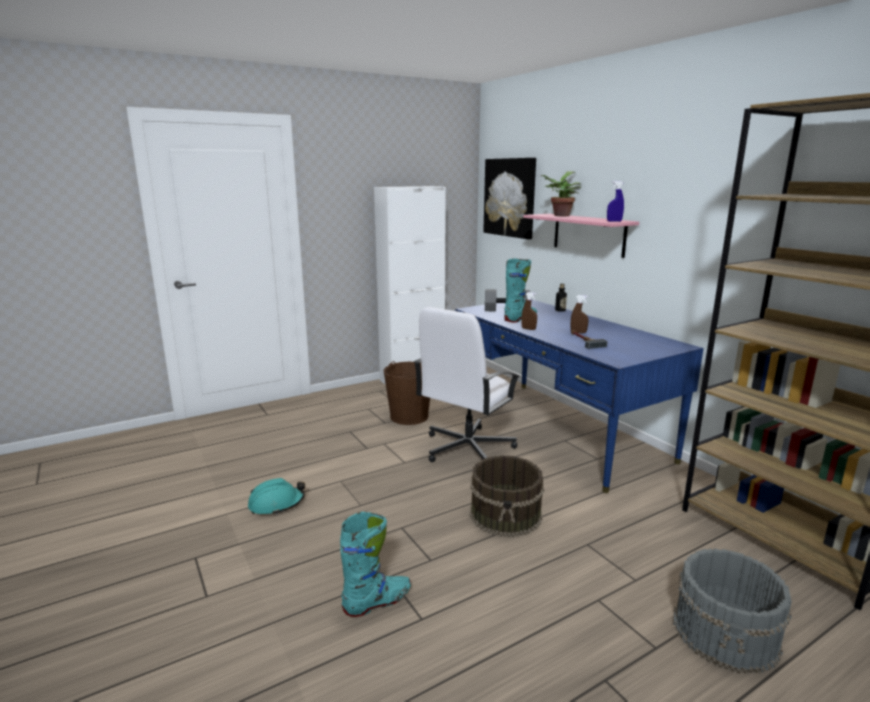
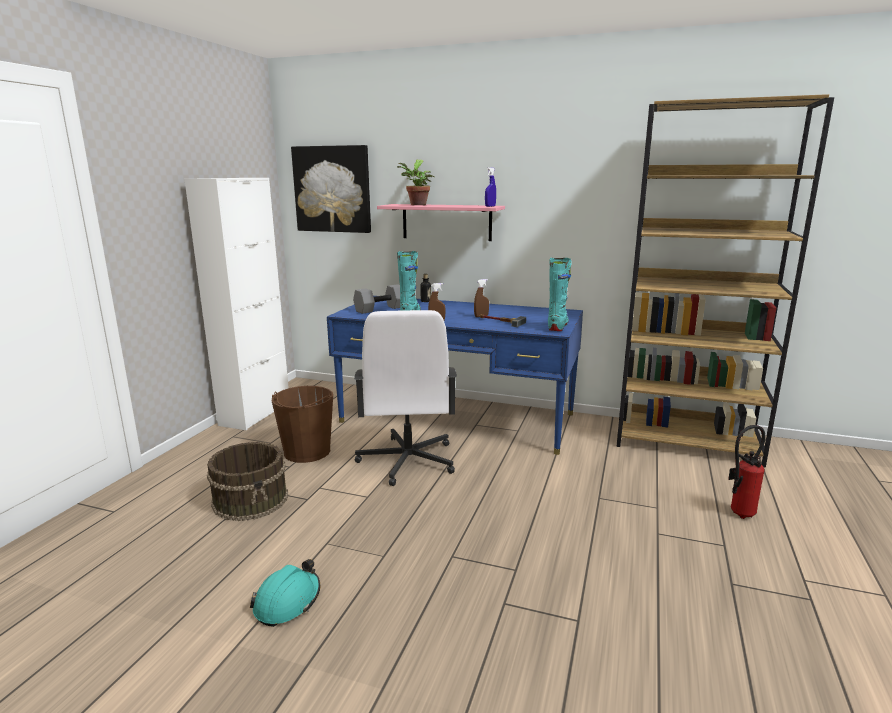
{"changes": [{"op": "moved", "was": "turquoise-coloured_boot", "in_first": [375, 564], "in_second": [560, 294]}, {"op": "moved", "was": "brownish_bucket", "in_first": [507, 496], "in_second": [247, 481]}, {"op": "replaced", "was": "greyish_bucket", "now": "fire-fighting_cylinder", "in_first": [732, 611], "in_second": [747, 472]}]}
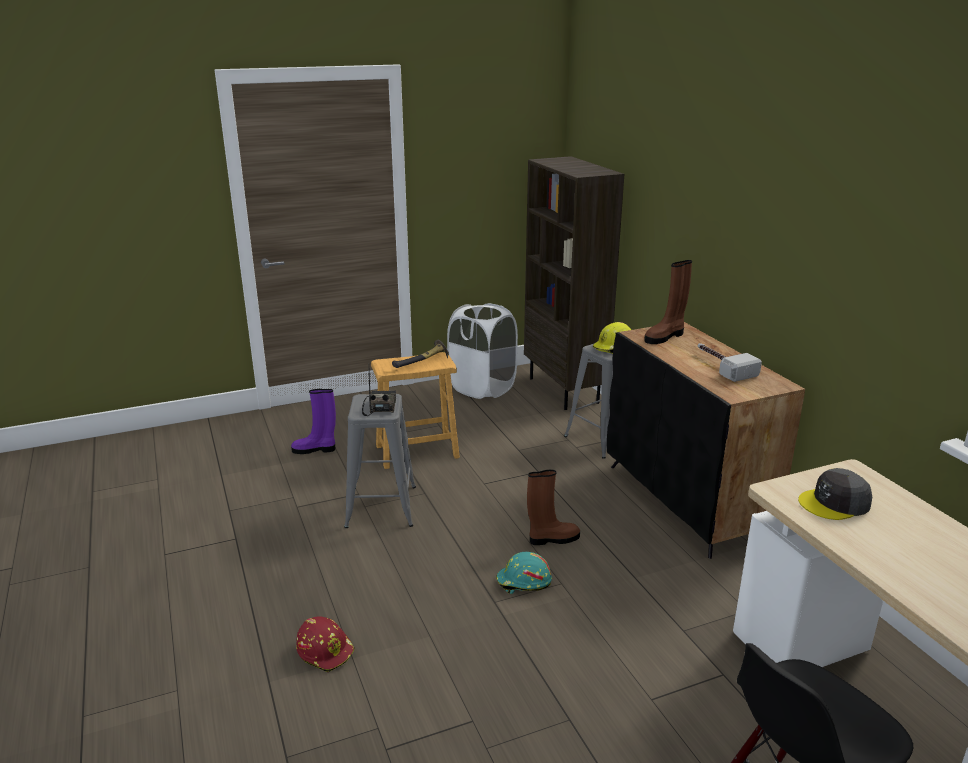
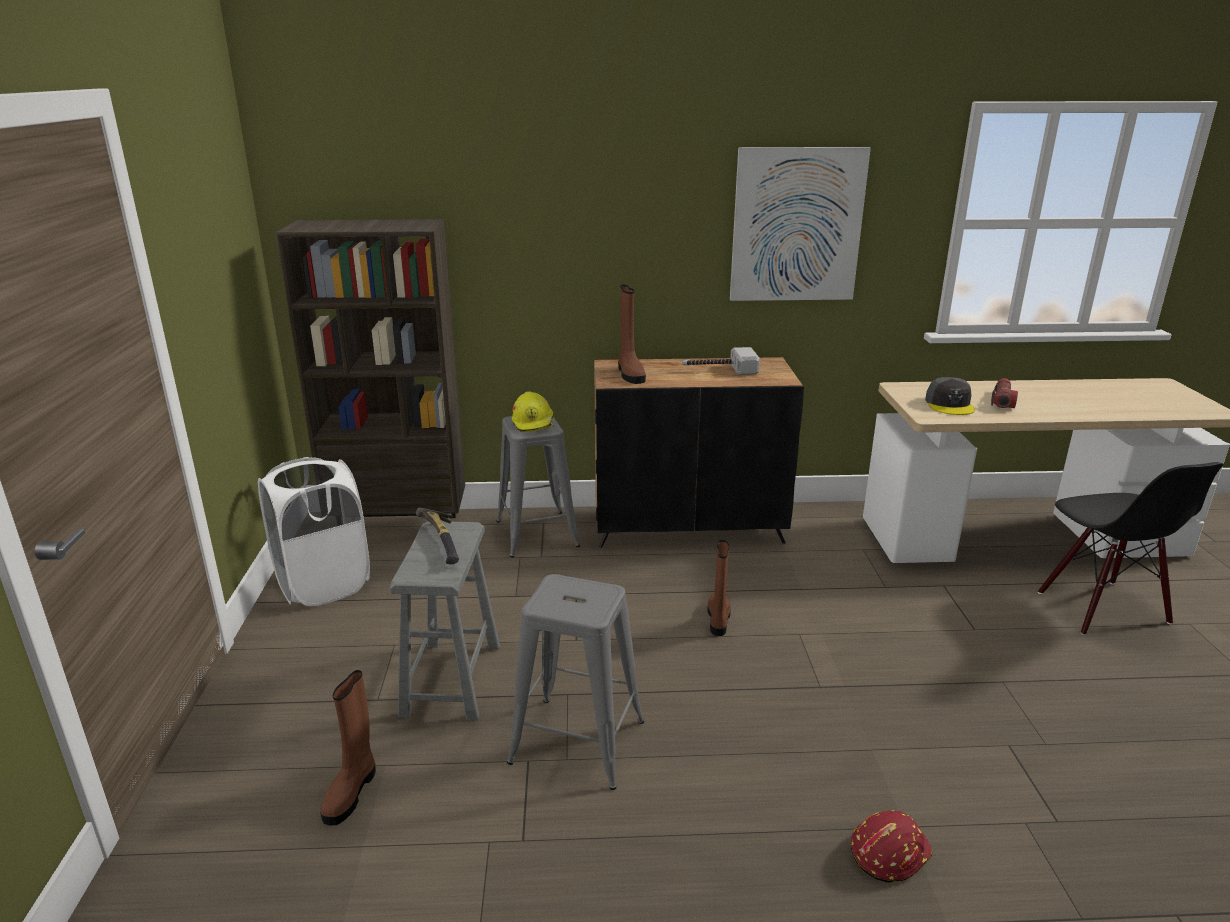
{"changes": [{"op": "recoloured", "was": "purple-coloured_boot", "now": "brownish_boot", "in_first": [313, 421], "in_second": [348, 748]}, {"op": "removed", "was": "radio_set", "in_first": [379, 393]}, {"op": "recoloured", "was": "brownish_stool_seat", "now": "greyish_stool_seat", "in_first": [415, 410], "in_second": [445, 621]}, {"op": "removed", "was": "turquoise-coloured_hard_hat", "in_first": [524, 573]}, {"op": "added", "now": "picture", "in_second": [800, 224]}, {"op": "added", "now": "hand_torch", "in_second": [1004, 393]}]}
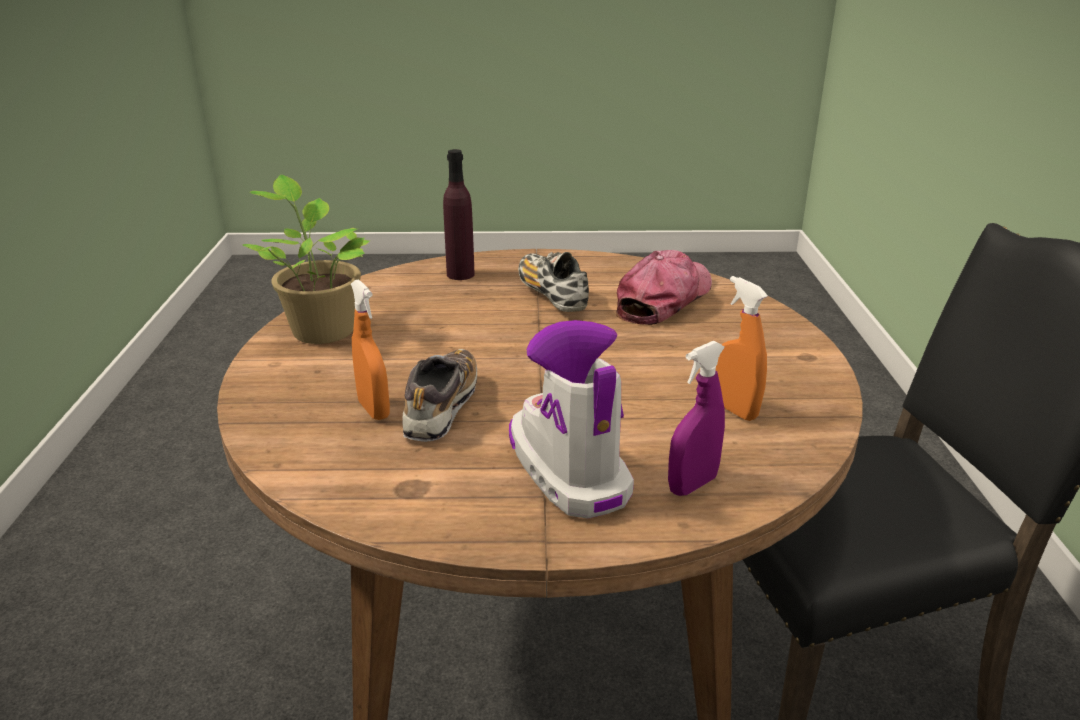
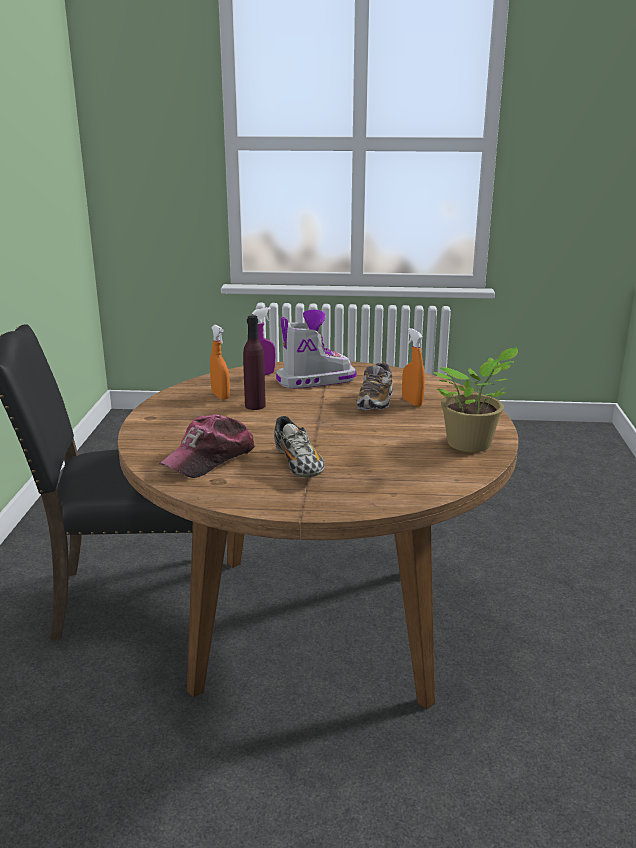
{"changes": [{"op": "moved", "was": "purple-coloured_beverage_bottle", "in_first": [459, 214], "in_second": [254, 362]}, {"op": "turned", "was": "boot", "in_first": [571, 419], "in_second": [316, 349], "clockwise": -90}]}
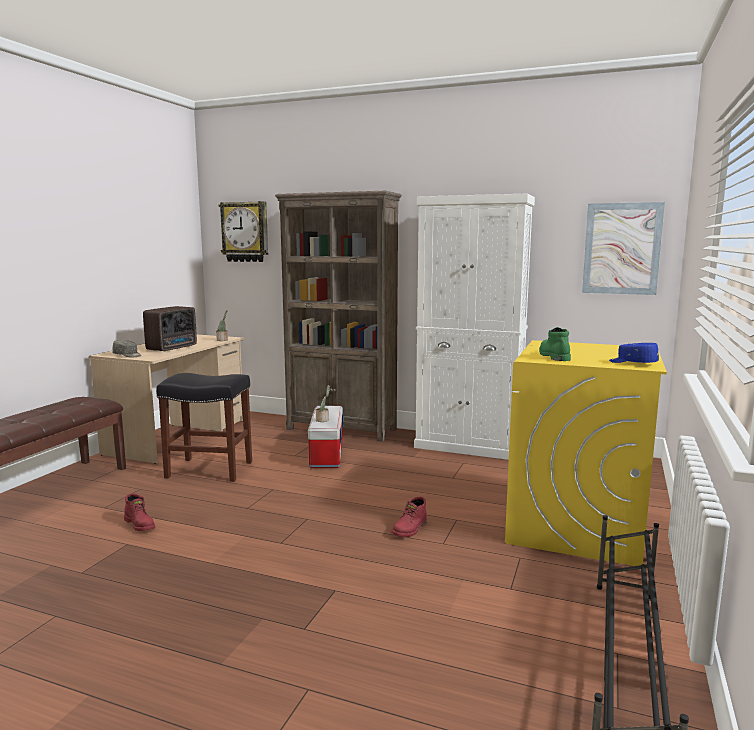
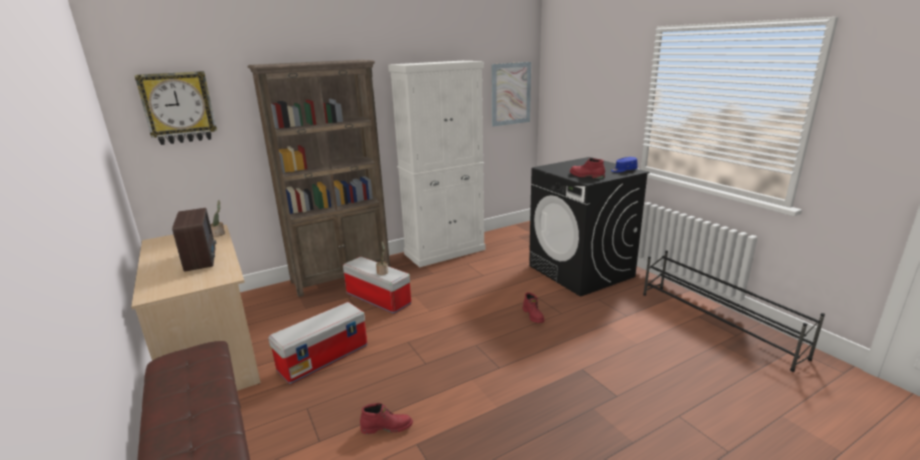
{"changes": [{"op": "removed", "was": "greyish_peaked_cap", "in_first": [127, 348]}, {"op": "replaced", "was": "blackish_stool_seat", "now": "storage_container", "in_first": [204, 427], "in_second": [317, 343]}, {"op": "recoloured", "was": "yellow-coloured_laundry_appliance", "now": "blackish_laundry_appliance", "in_first": [586, 453], "in_second": [589, 227]}, {"op": "recoloured", "was": "green-coloured_boot", "now": "red_boot", "in_first": [555, 344], "in_second": [587, 168]}]}
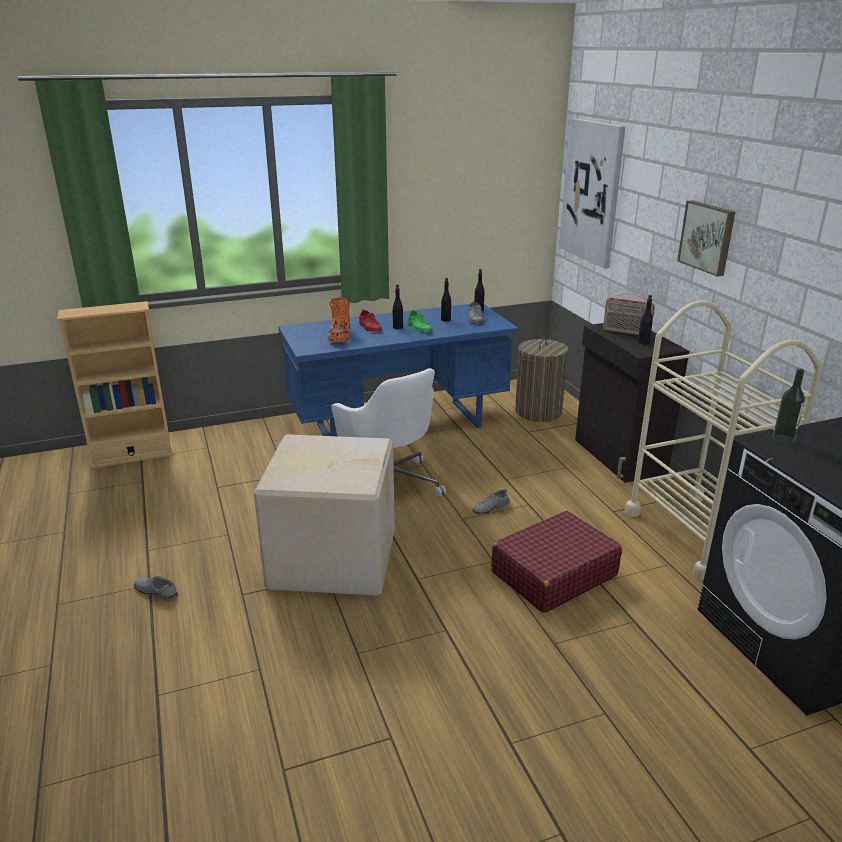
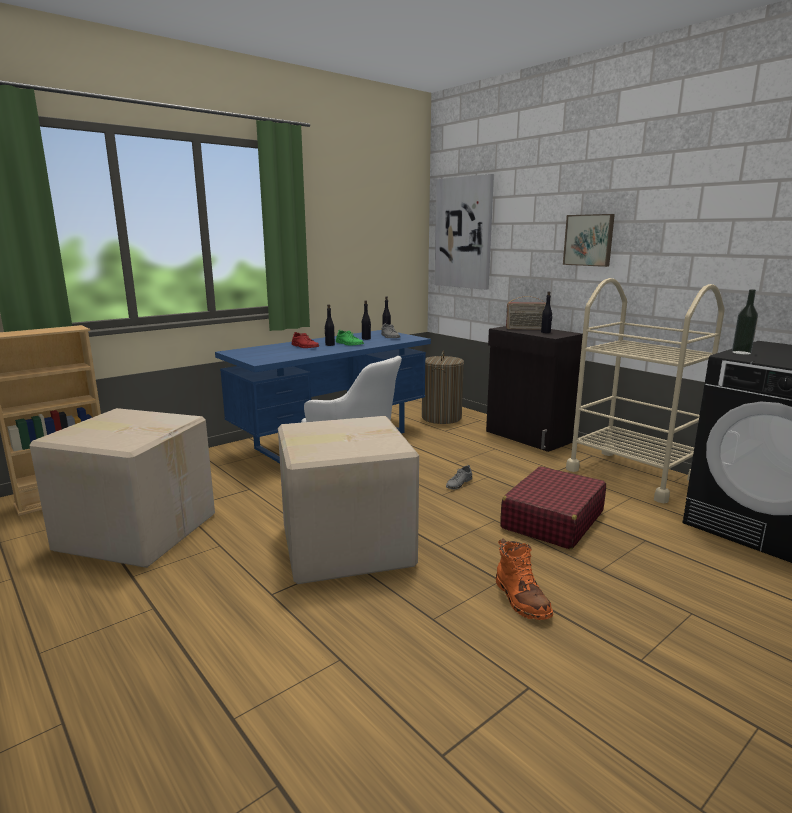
{"changes": [{"op": "removed", "was": "greyish_low_shoe", "in_first": [156, 588]}, {"op": "moved", "was": "orangey_boot", "in_first": [339, 319], "in_second": [524, 579]}, {"op": "added", "now": "carton", "in_second": [122, 488]}]}
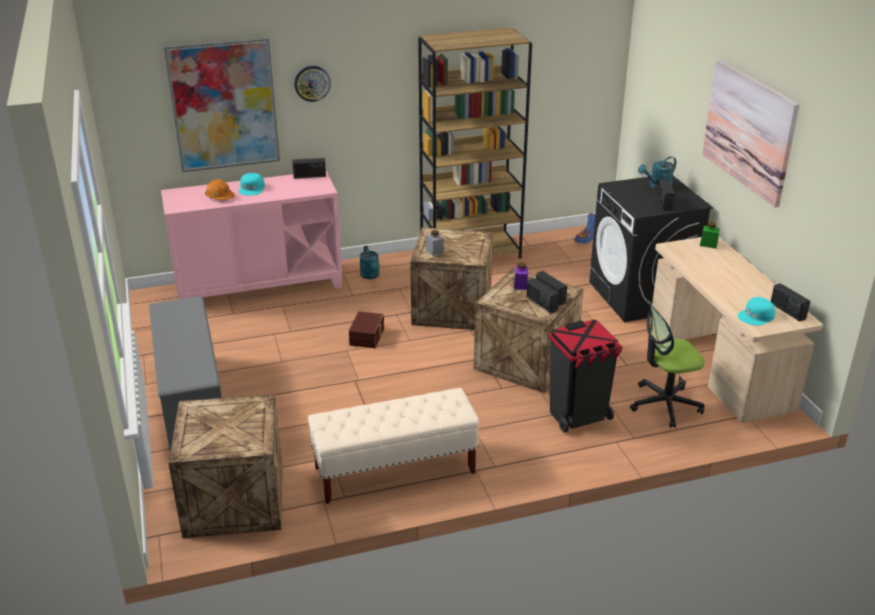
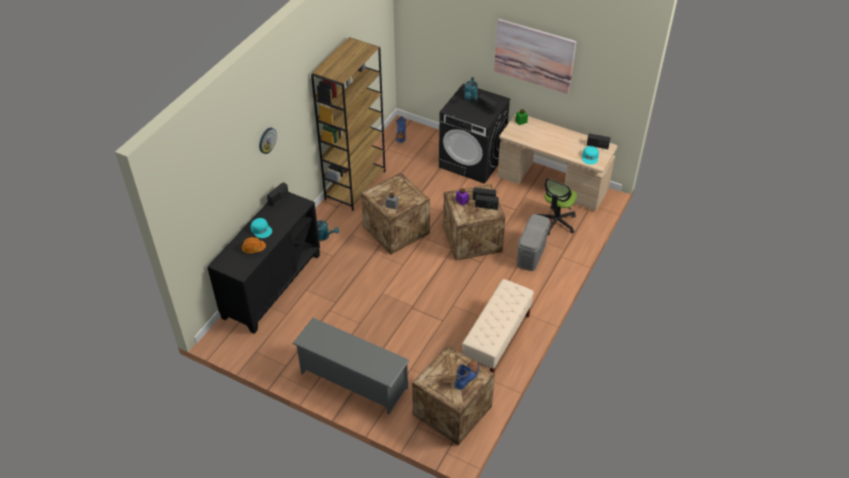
{"changes": [{"op": "recoloured", "was": "pinkish_storage_cabinet", "now": "blackish_storage_cabinet", "in_first": [251, 235], "in_second": [263, 263]}, {"op": "removed", "was": "picture", "in_first": [222, 104]}, {"op": "removed", "was": "brownish_storage_container", "in_first": [366, 329]}, {"op": "replaced", "was": "blackish_waste_bin", "now": "greyish_storage_container", "in_first": [586, 376], "in_second": [533, 242]}, {"op": "added", "now": "bluish_boot", "in_second": [467, 375]}]}
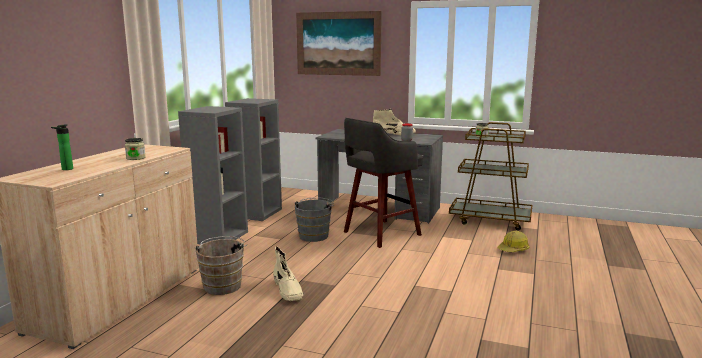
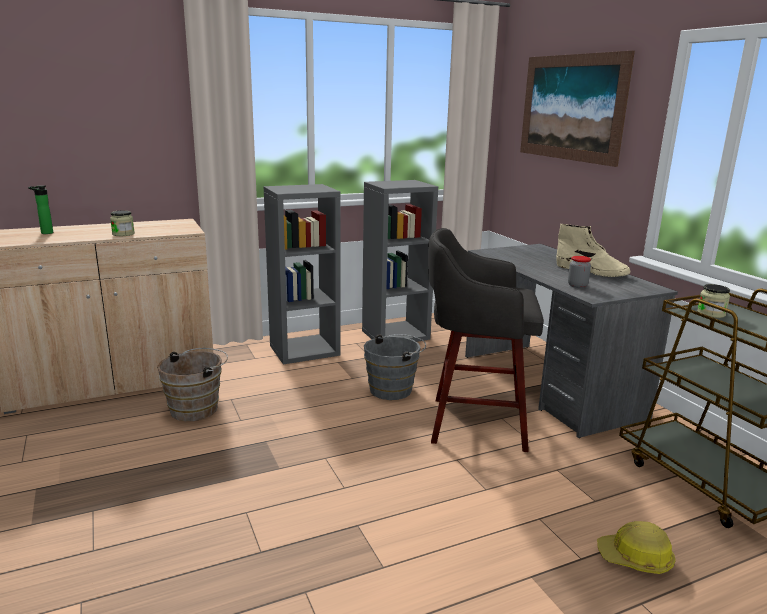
{"changes": [{"op": "removed", "was": "sand-coloured_boot", "in_first": [288, 274]}]}
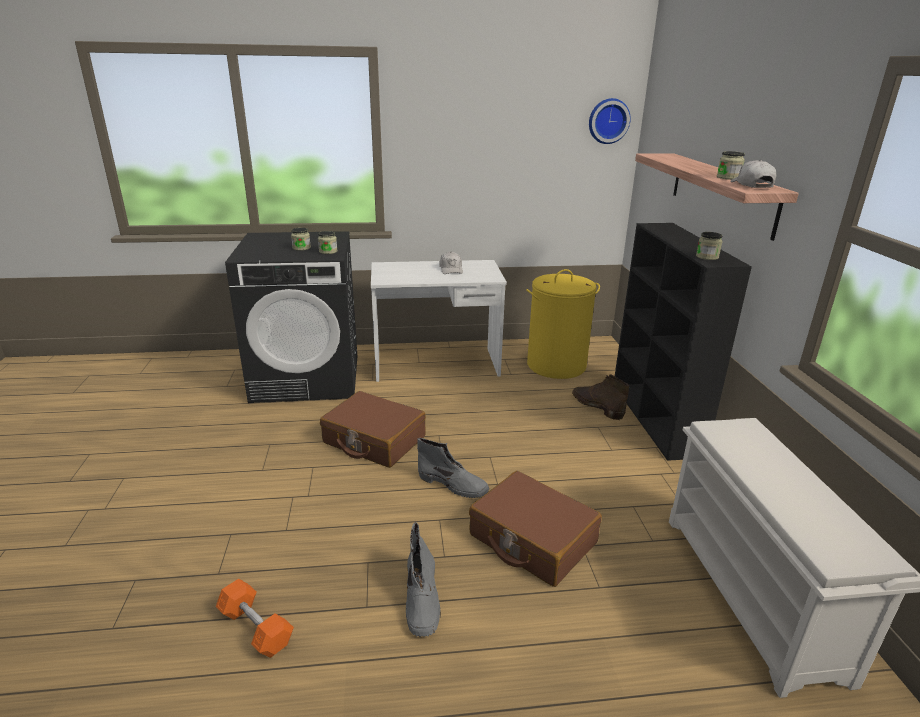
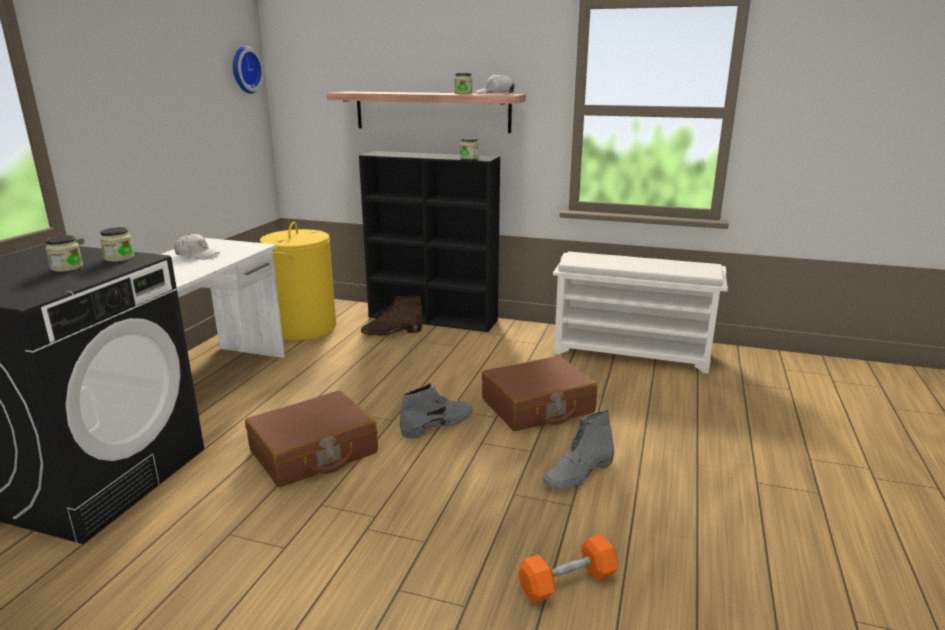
{"changes": [{"op": "turned", "was": "greyish_boot", "in_first": [423, 579], "in_second": [578, 450], "clockwise": 120}]}
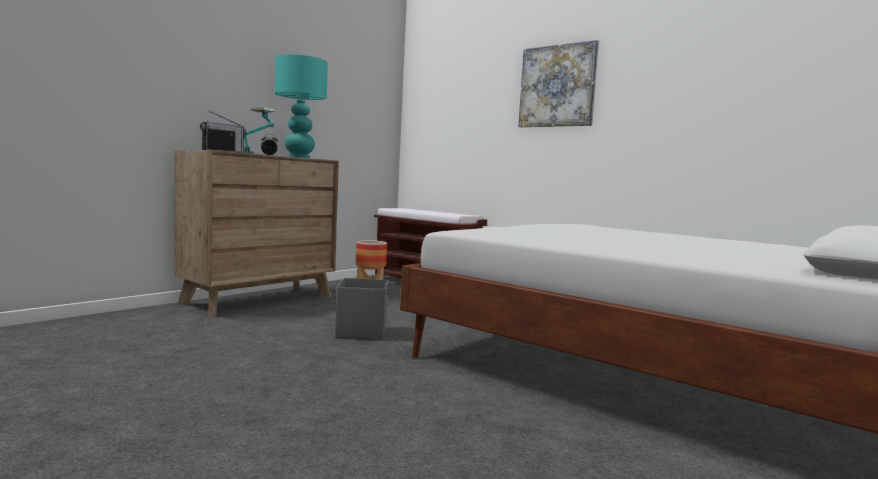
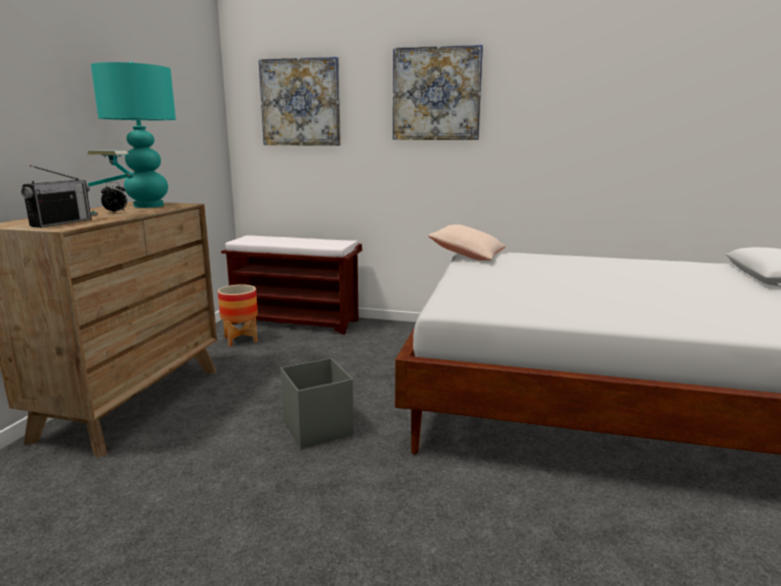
{"changes": [{"op": "added", "now": "picture", "in_second": [299, 101]}, {"op": "added", "now": "sand-coloured_cushion", "in_second": [467, 242]}]}
